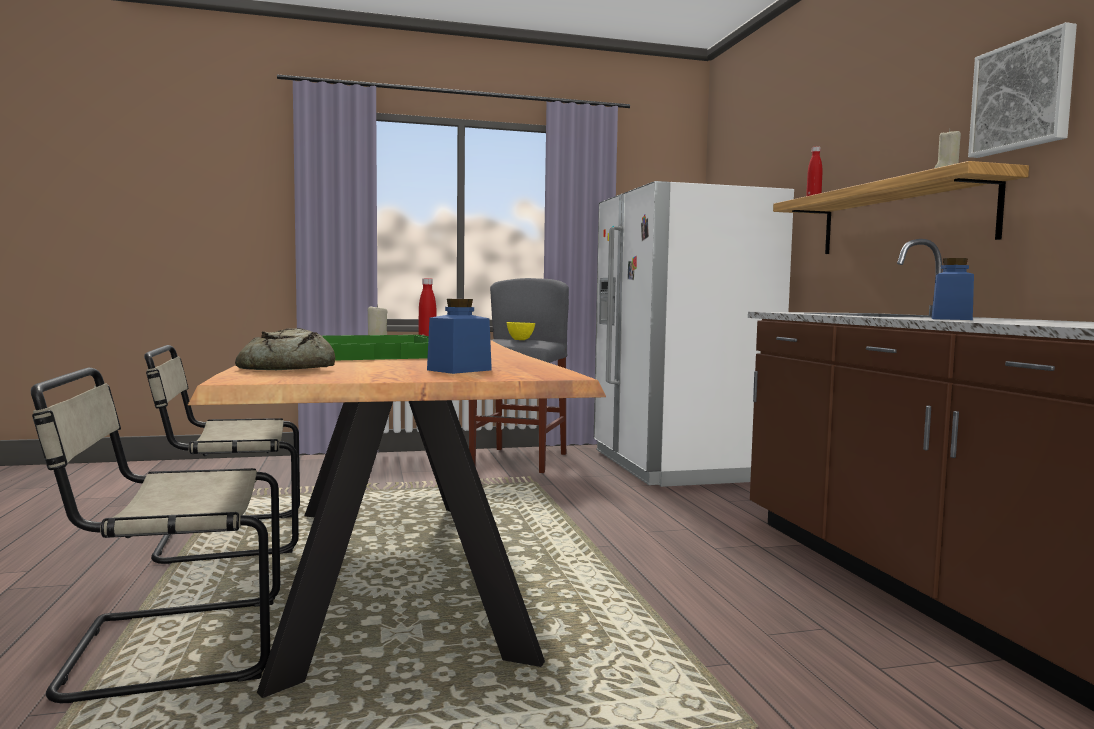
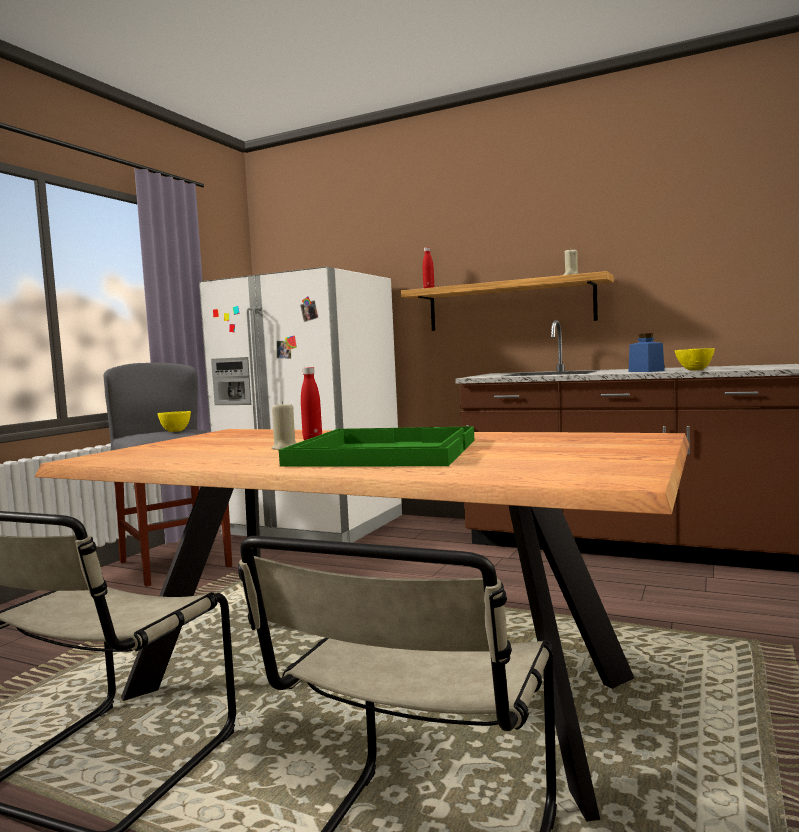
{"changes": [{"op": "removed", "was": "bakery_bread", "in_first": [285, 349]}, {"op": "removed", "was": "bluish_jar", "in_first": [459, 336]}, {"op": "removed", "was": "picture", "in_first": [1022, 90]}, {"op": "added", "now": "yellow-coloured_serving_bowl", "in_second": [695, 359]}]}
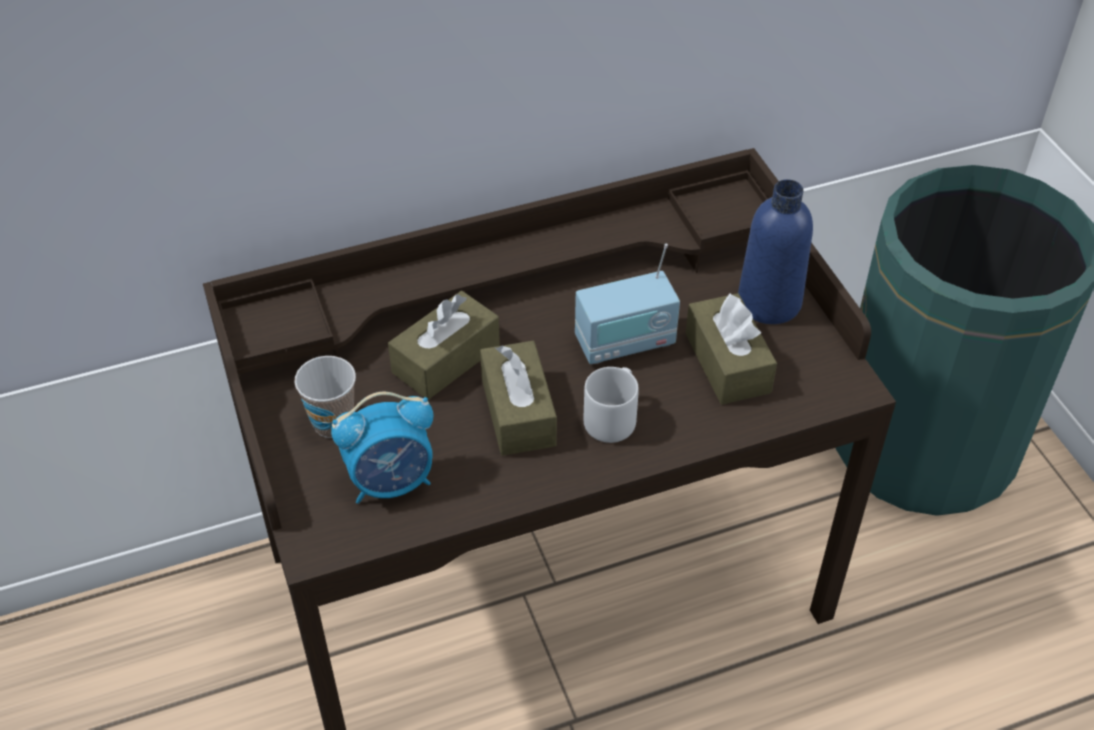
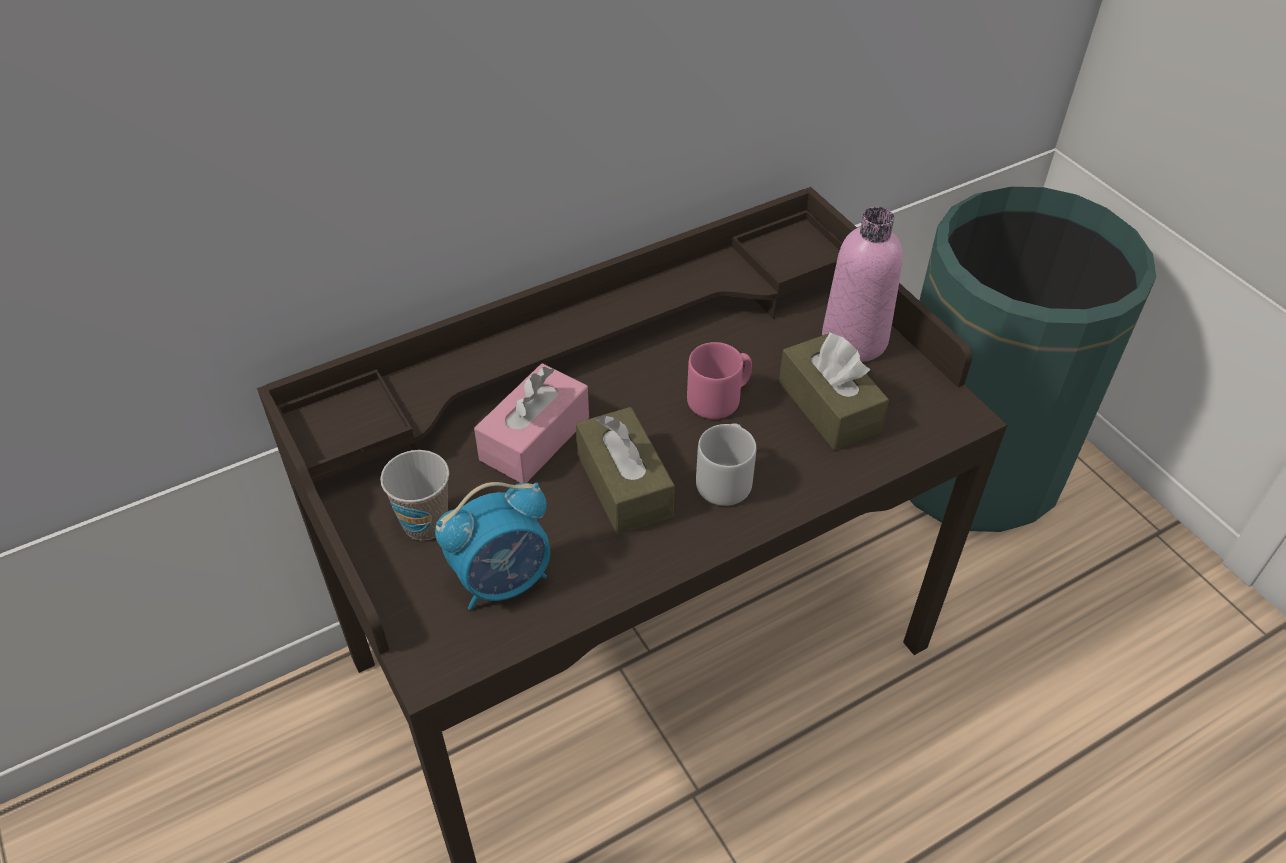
{"changes": [{"op": "recoloured", "was": "brownish_tissue_box", "now": "pinkish_tissue_box", "in_first": [444, 345], "in_second": [531, 423]}, {"op": "replaced", "was": "radio_set", "now": "pinkish_tea_mug", "in_first": [627, 304], "in_second": [719, 380]}, {"op": "recoloured", "was": "bluish_beverage_bottle", "now": "pinkish_beverage_bottle", "in_first": [775, 251], "in_second": [862, 284]}]}
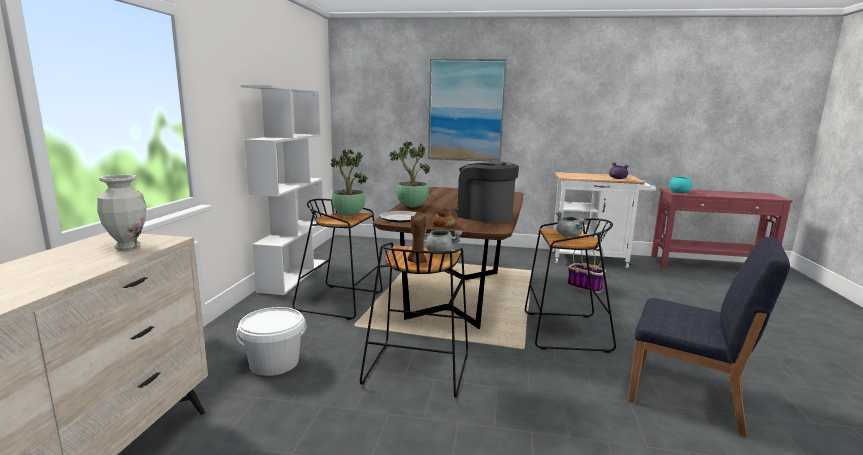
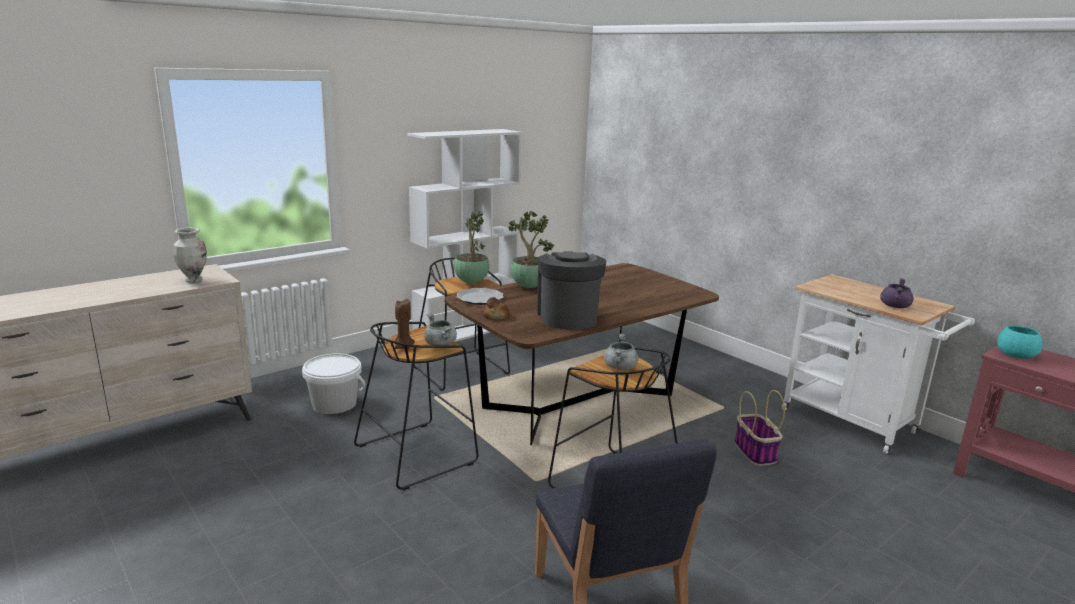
{"changes": [{"op": "removed", "was": "picture", "in_first": [467, 110]}]}
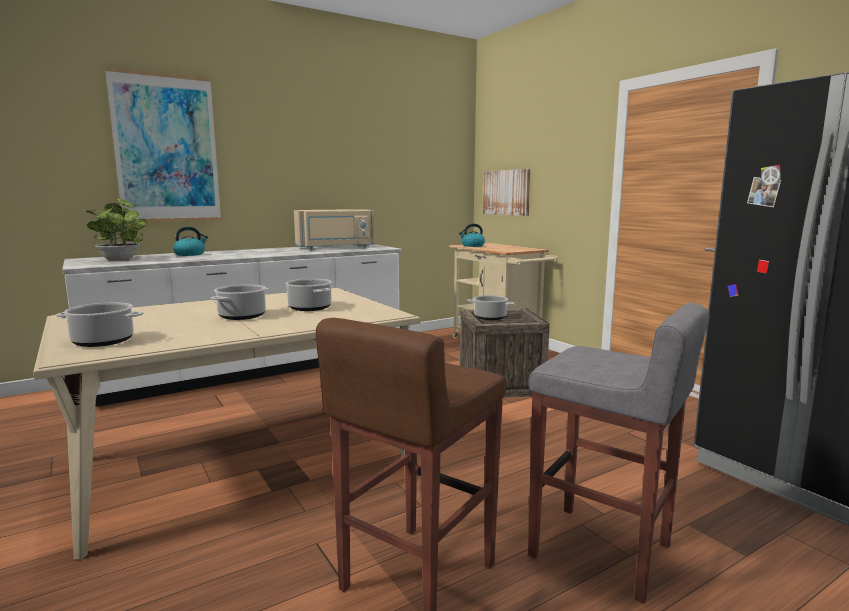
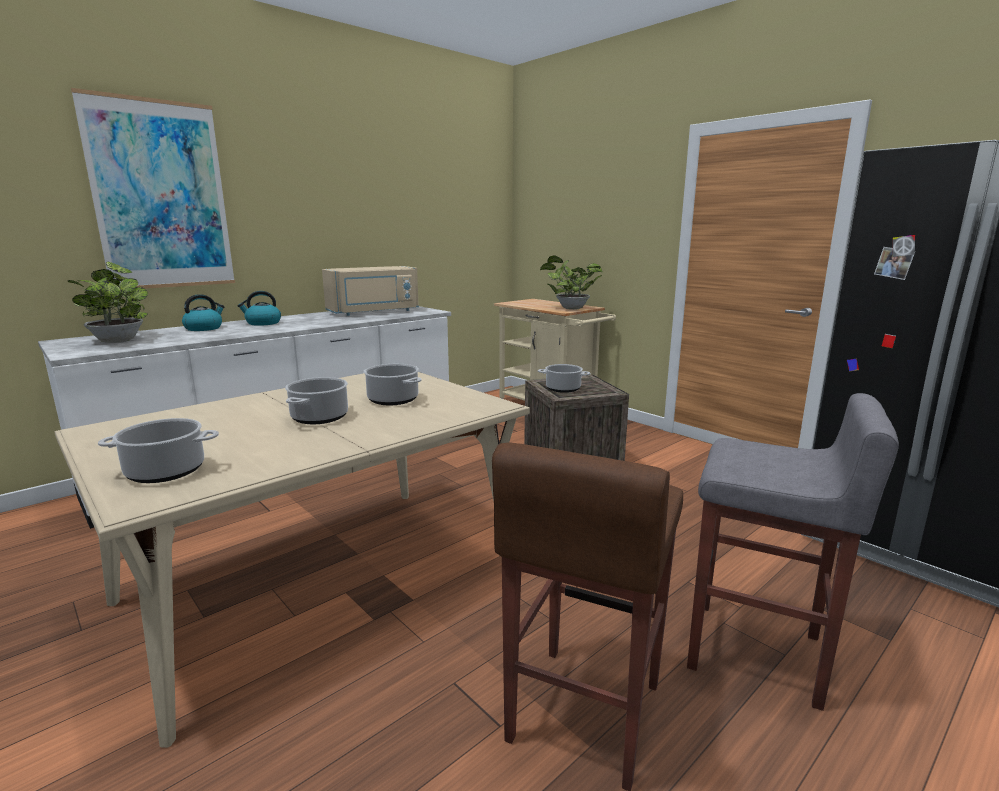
{"changes": [{"op": "moved", "was": "water_kettle", "in_first": [472, 235], "in_second": [259, 308]}, {"op": "removed", "was": "picture", "in_first": [507, 192]}, {"op": "added", "now": "houseplant", "in_second": [571, 282]}]}
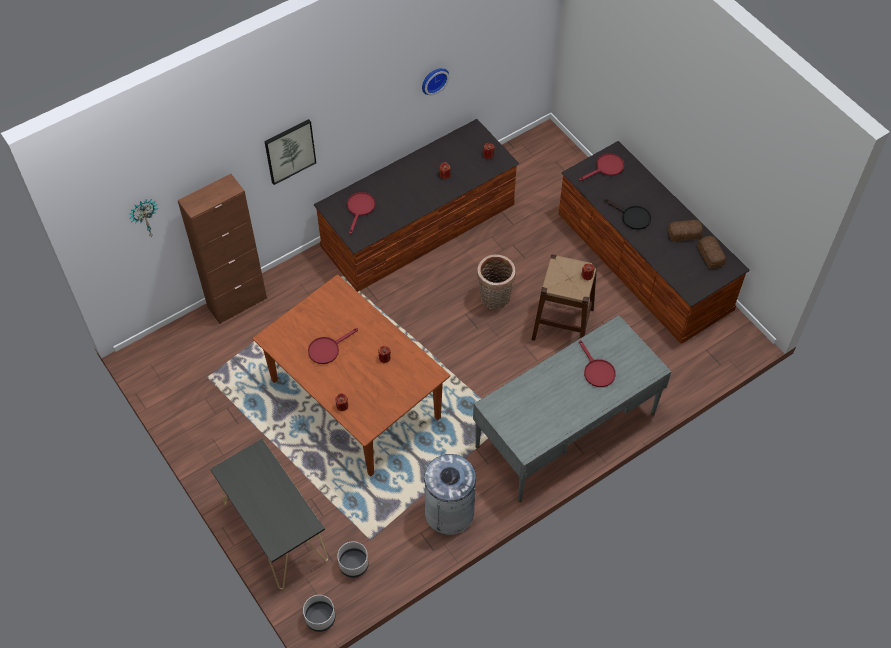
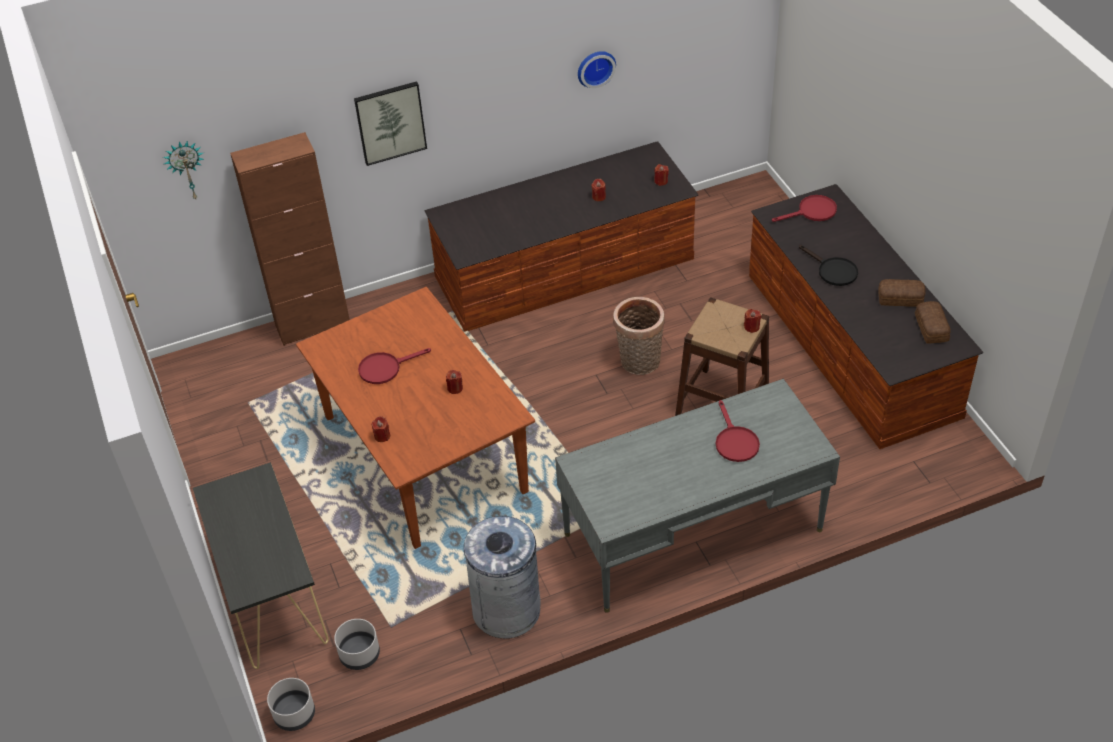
{"changes": [{"op": "removed", "was": "red_skillet", "in_first": [361, 213]}]}
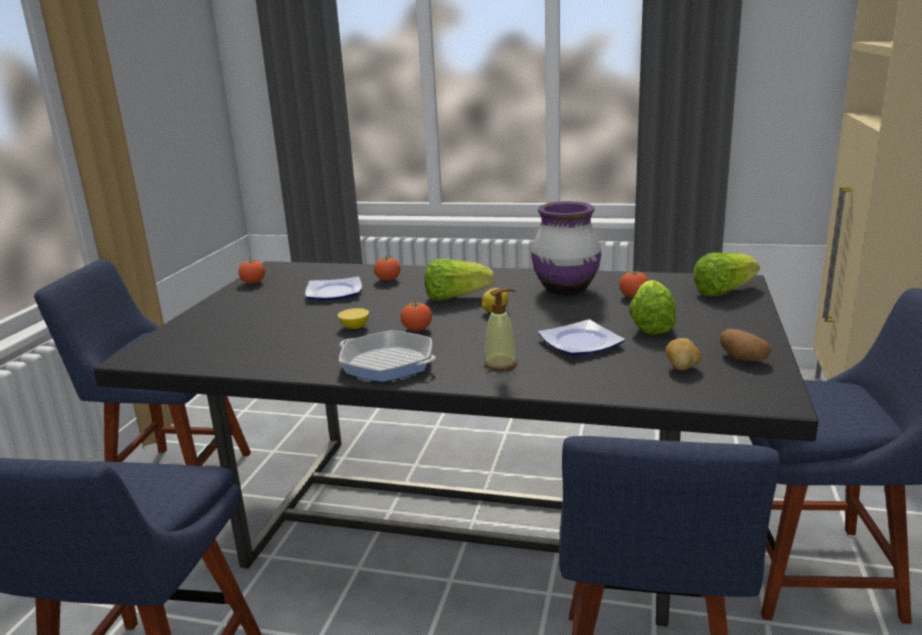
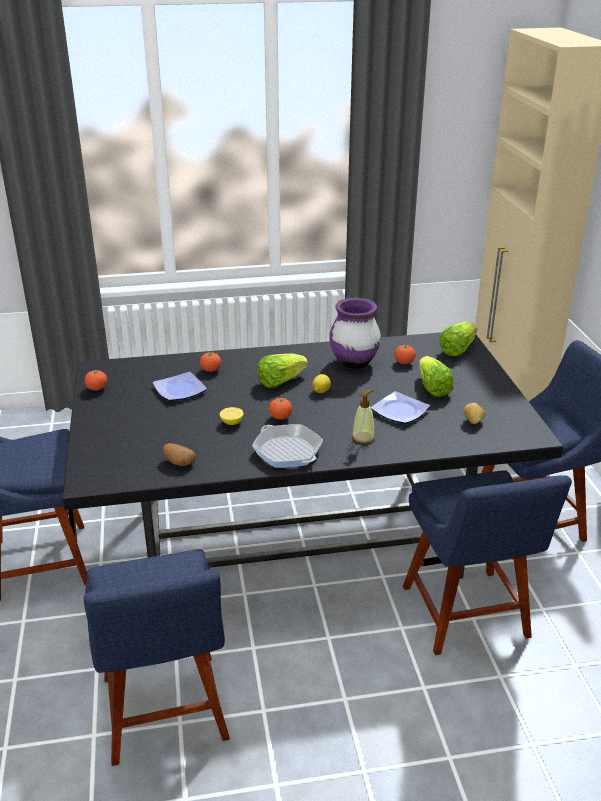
{"changes": [{"op": "turned", "was": "skillet", "in_first": [387, 356], "in_second": [287, 446], "clockwise": -135}, {"op": "moved", "was": "spud", "in_first": [745, 345], "in_second": [179, 454]}]}
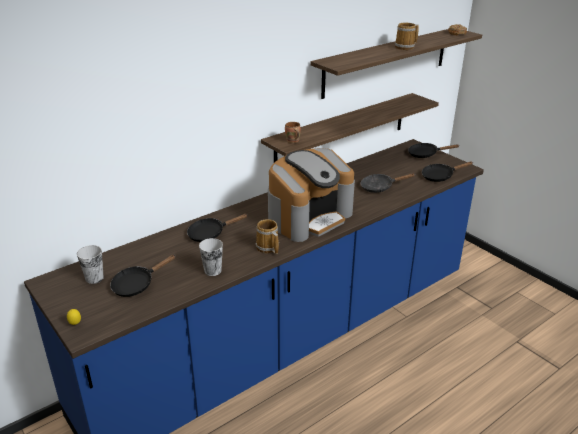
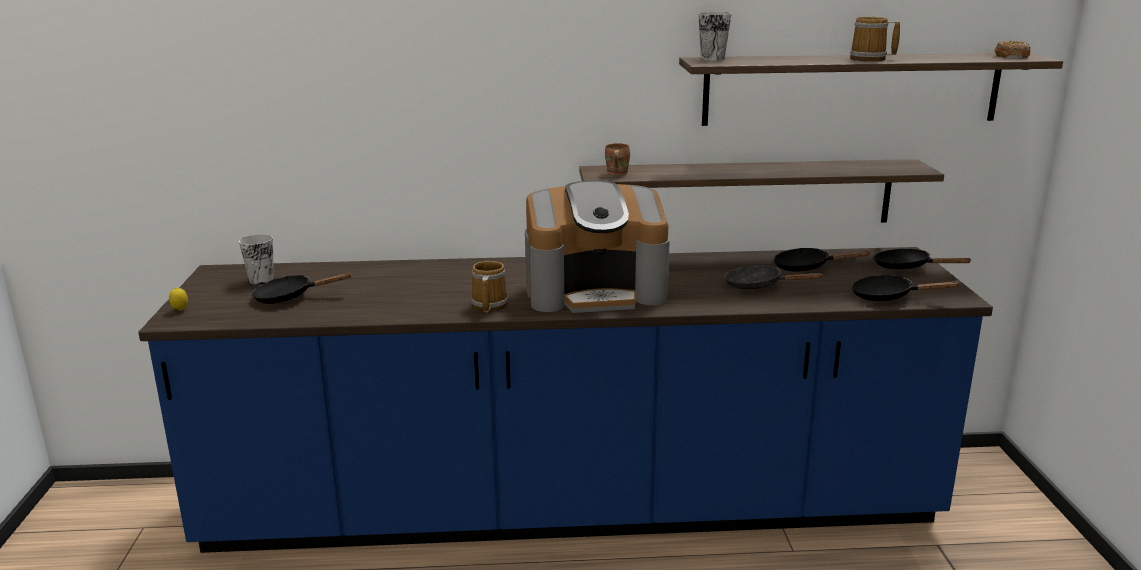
{"changes": [{"op": "moved", "was": "blackish_skillet", "in_first": [217, 228], "in_second": [822, 260]}, {"op": "moved", "was": "cup", "in_first": [211, 257], "in_second": [715, 36]}]}
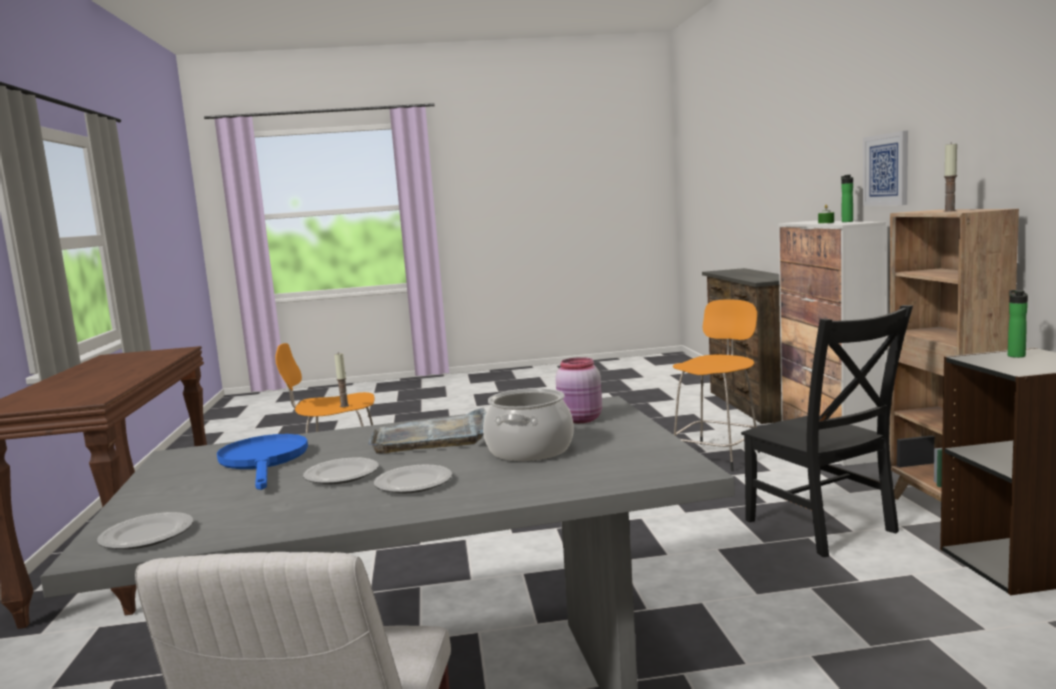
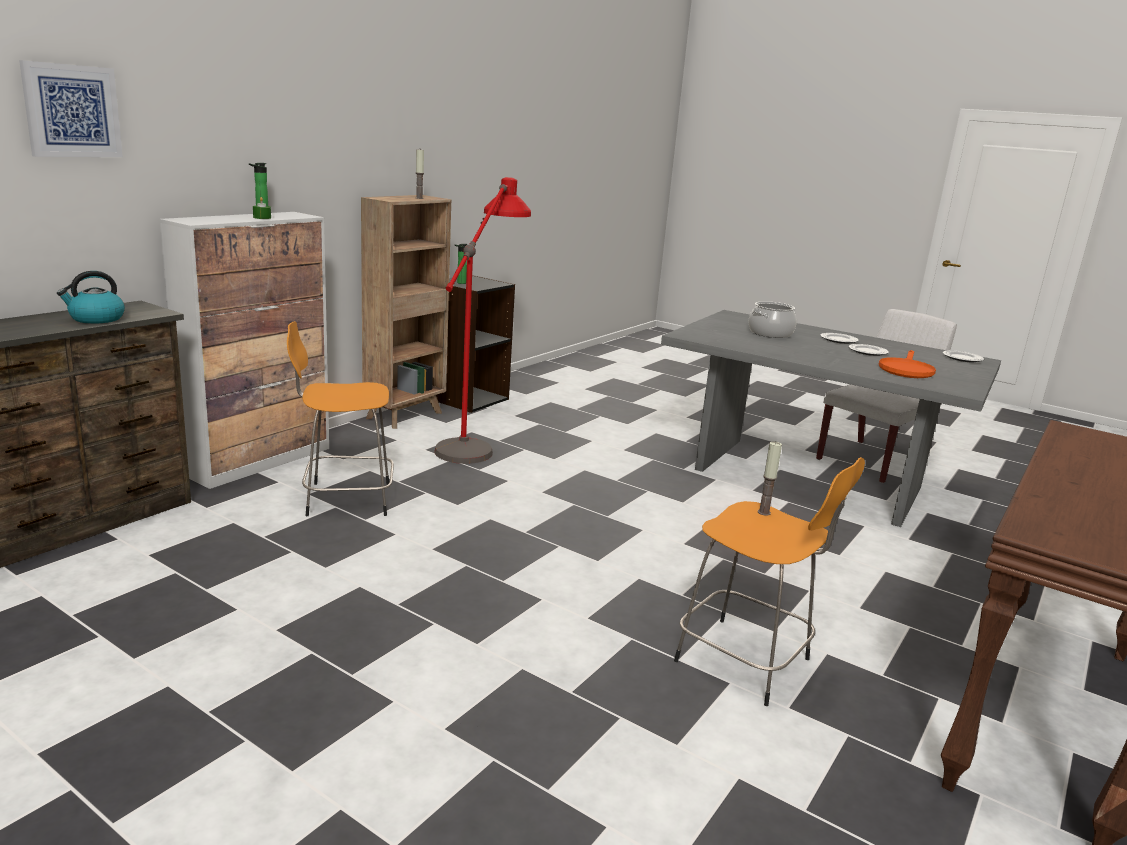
{"changes": [{"op": "recoloured", "was": "bluish_skillet", "now": "orangey_skillet", "in_first": [262, 462], "in_second": [907, 364]}, {"op": "removed", "was": "greyish_carrying_tray", "in_first": [427, 430]}, {"op": "removed", "was": "pinkish_jar", "in_first": [578, 390]}, {"op": "replaced", "was": "blackish_plain_chair", "now": "red_standing_lamp", "in_first": [827, 431], "in_second": [482, 320]}, {"op": "moved", "was": "picture", "in_first": [885, 168], "in_second": [71, 108]}, {"op": "added", "now": "water_kettle", "in_second": [91, 297]}]}
